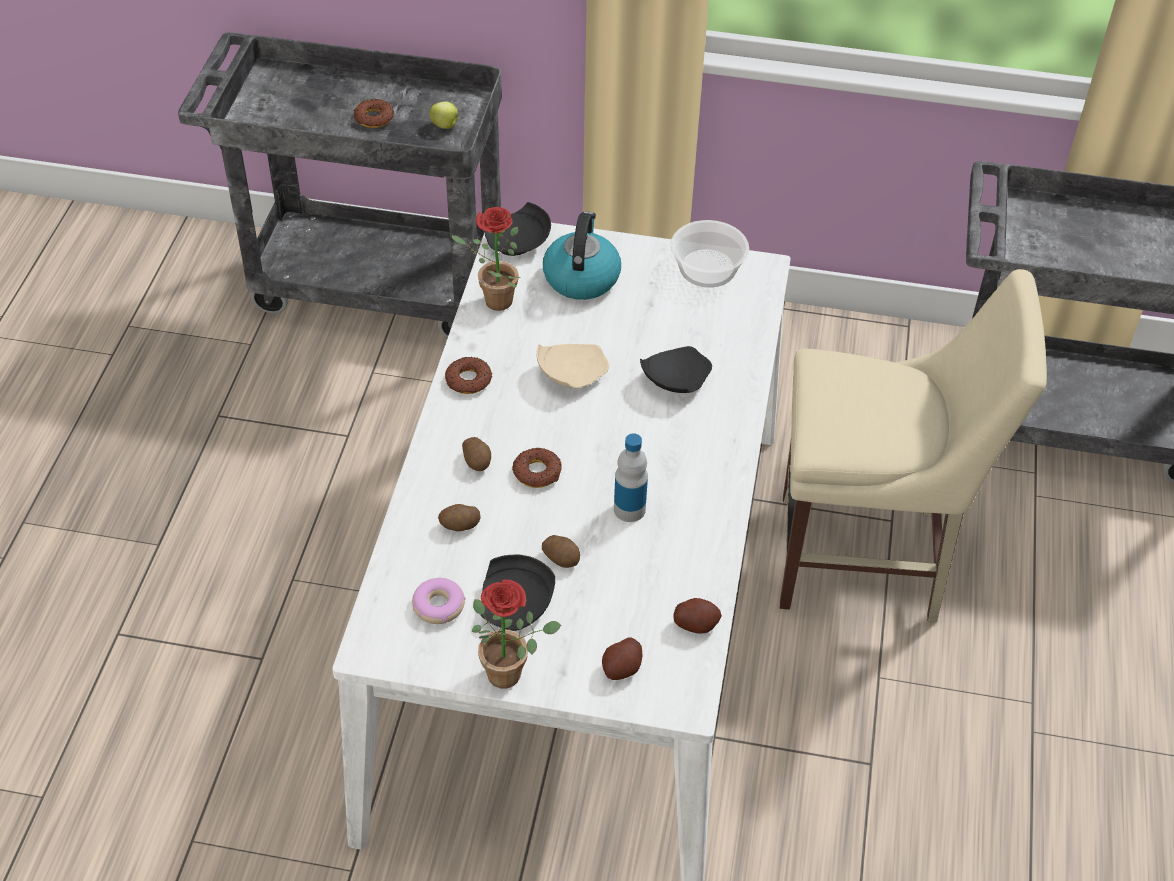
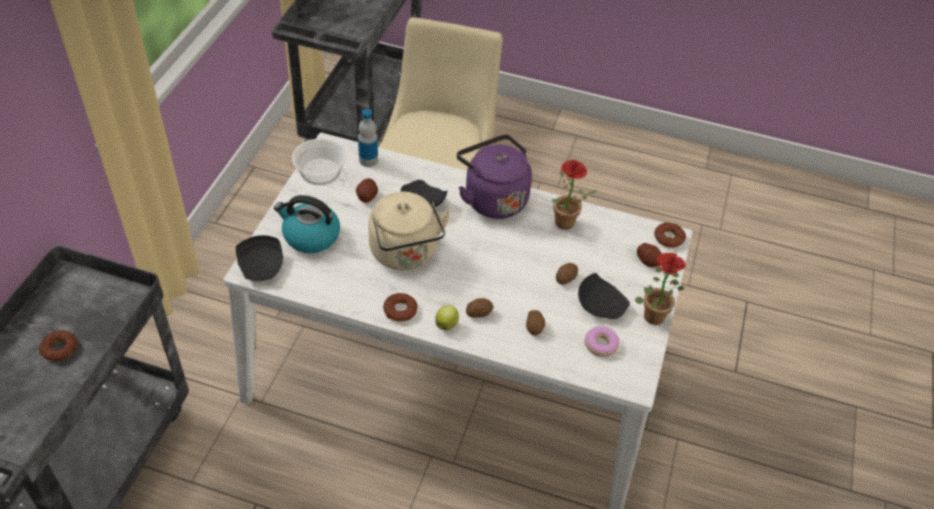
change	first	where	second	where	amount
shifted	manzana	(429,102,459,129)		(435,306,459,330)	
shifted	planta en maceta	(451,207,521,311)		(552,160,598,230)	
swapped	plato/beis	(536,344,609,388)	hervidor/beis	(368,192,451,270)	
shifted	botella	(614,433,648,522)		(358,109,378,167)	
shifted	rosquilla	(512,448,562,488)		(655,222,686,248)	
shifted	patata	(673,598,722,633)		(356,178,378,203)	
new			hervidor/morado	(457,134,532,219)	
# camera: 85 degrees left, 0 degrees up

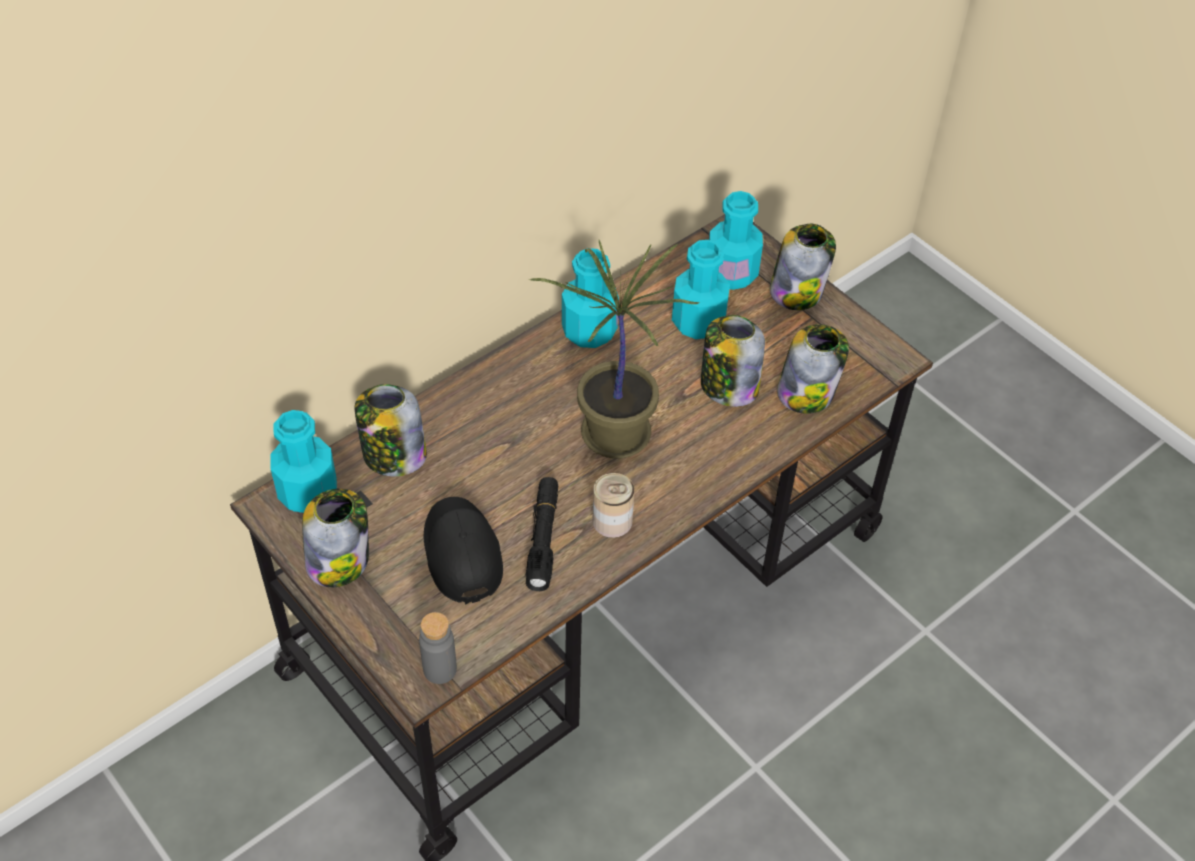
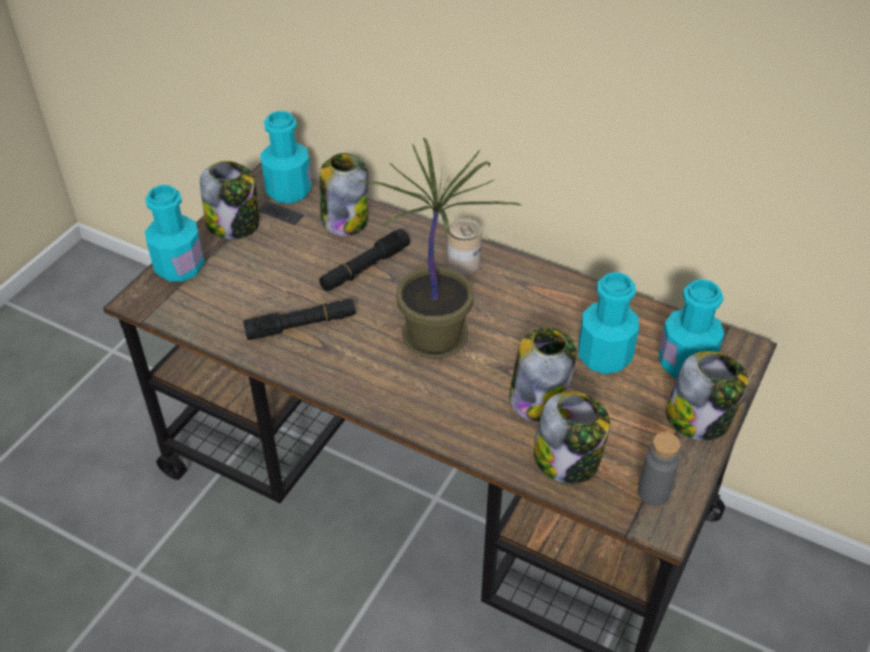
change	first	where	second	where	amount
shifted	botella/turquesa	(562,248,619,348)		(145,185,205,282)	
shifted	lata	(592,473,635,538)		(447,218,482,274)	
gone	gorra/negro	(424,497,503,604)			
shifted	botella/gris	(419,612,457,684)		(638,432,680,506)	
new			linterna/negro	(319,229,410,291)	
# camera: 70 degrees right, 5 degrees down

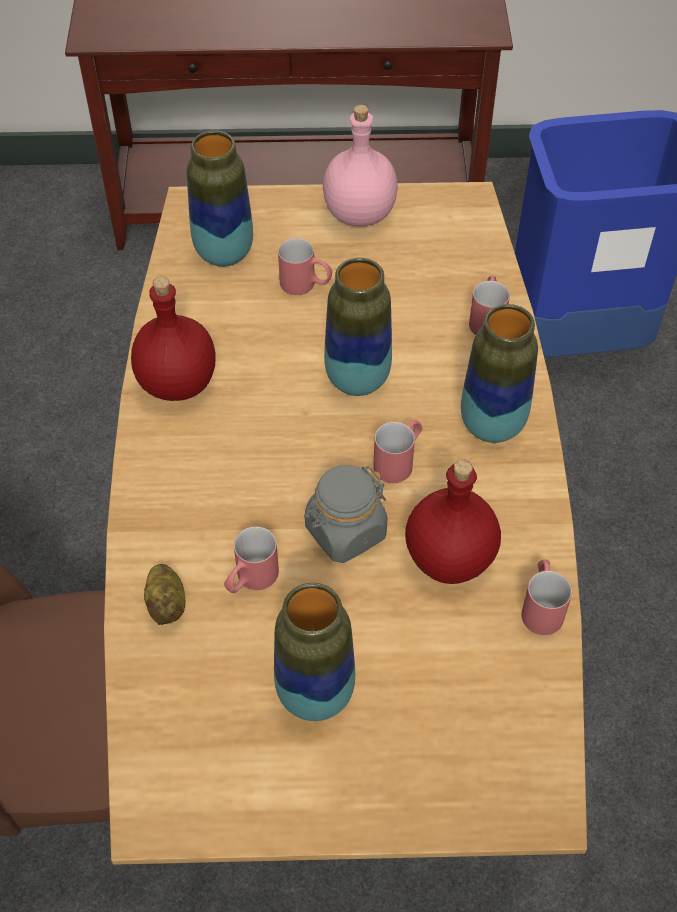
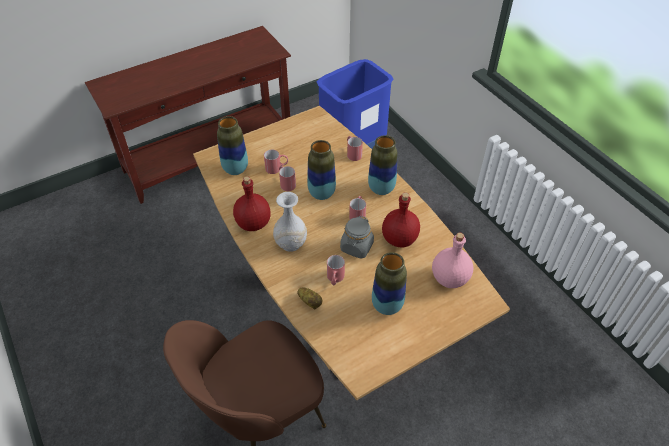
change	first	where	second	where	amount
shifted	botella/rosa	(323,105,398,226)		(432,233,473,288)	
shifted	taza grande/rojo	(521,559,572,635)		(279,165,296,191)	
new			florero/blanco	(273,192,307,252)	
# camera: 30 degrees left, 5 degrees down

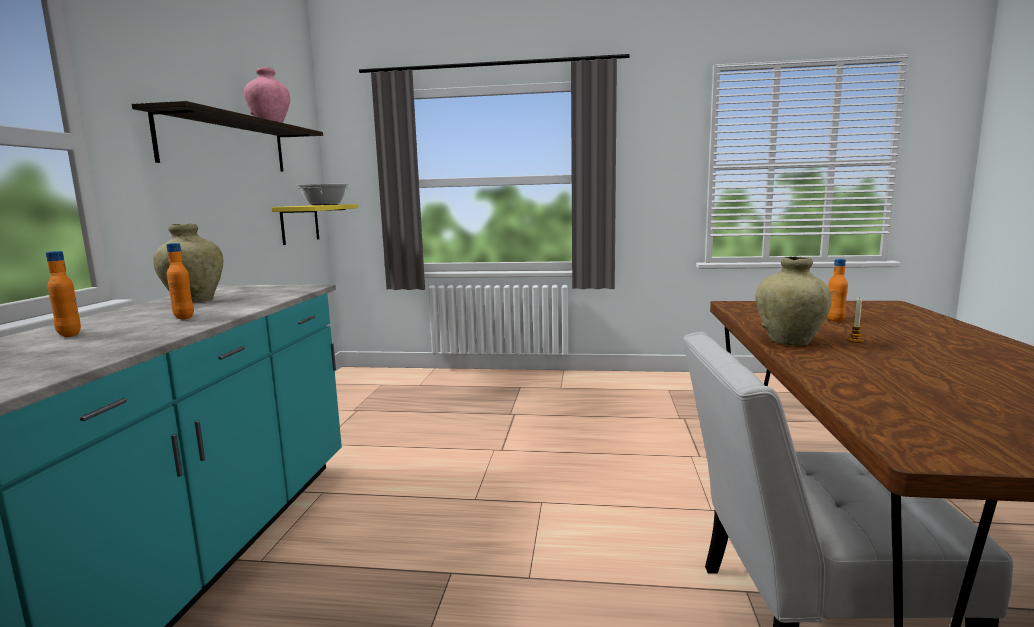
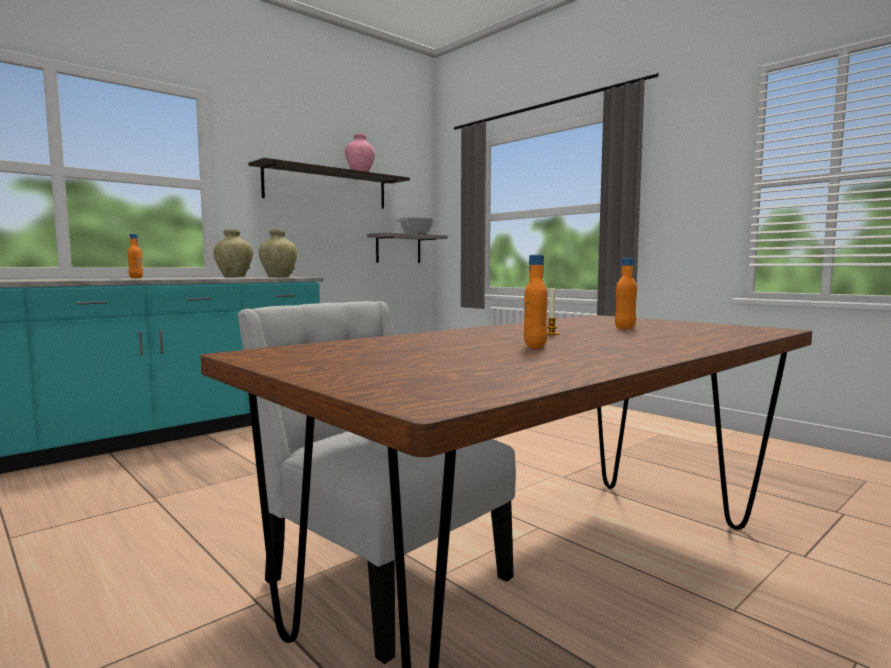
change	first	where	second	where	amount
repainted	estante/amarillo	(271,204,358,245)	estante/gris	(367,232,448,263)	
shifted	botella/naranja	(166,243,194,319)		(524,255,548,349)	
shifted	florero/beis	(756,256,832,346)		(259,229,297,277)	
# camera: 40 degrees right, 5 degrees down

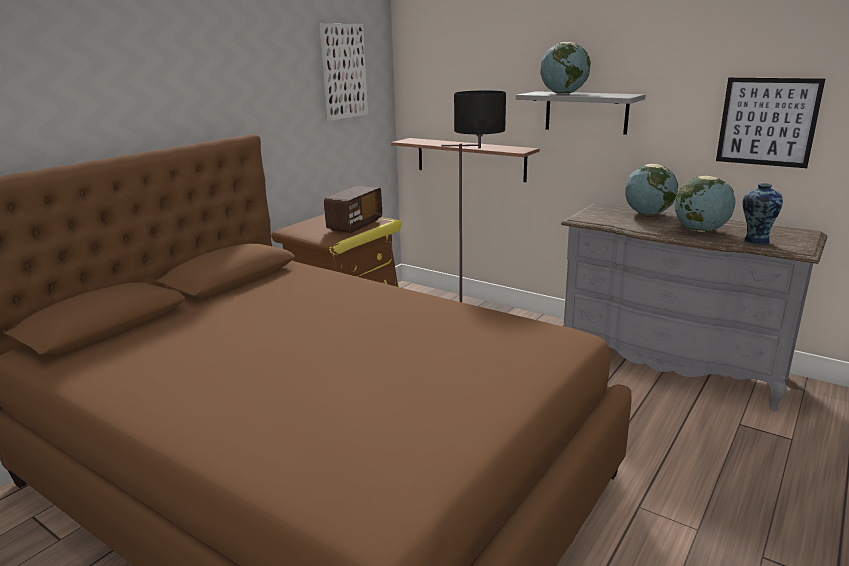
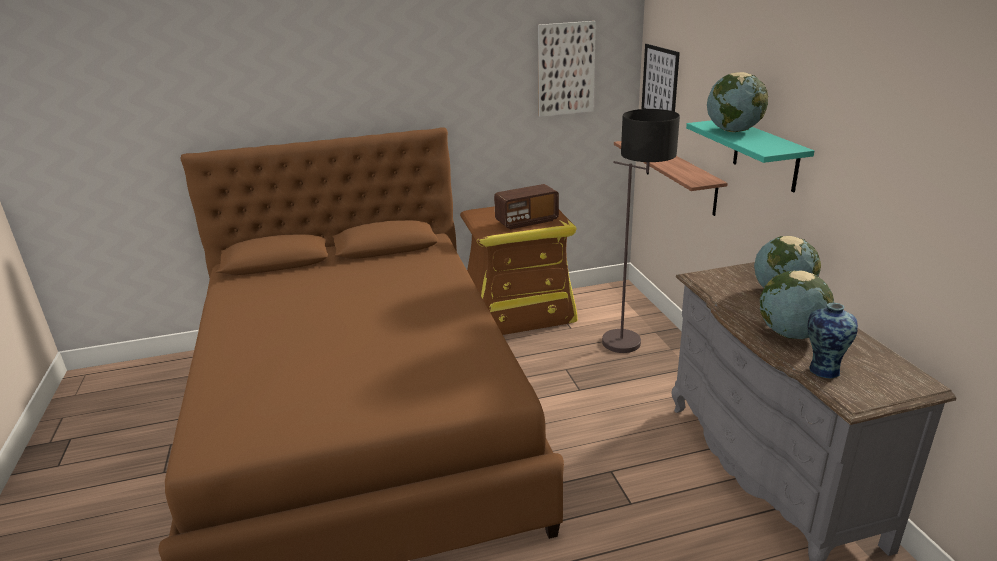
change	first	where	second	where	amount
shifted	cuadro	(716,77,825,168)		(641,44,680,112)	
repainted	estante/gris	(516,91,646,135)	estante/turquesa	(686,120,814,193)	
# camera: 40 degrees right, 5 degrees up

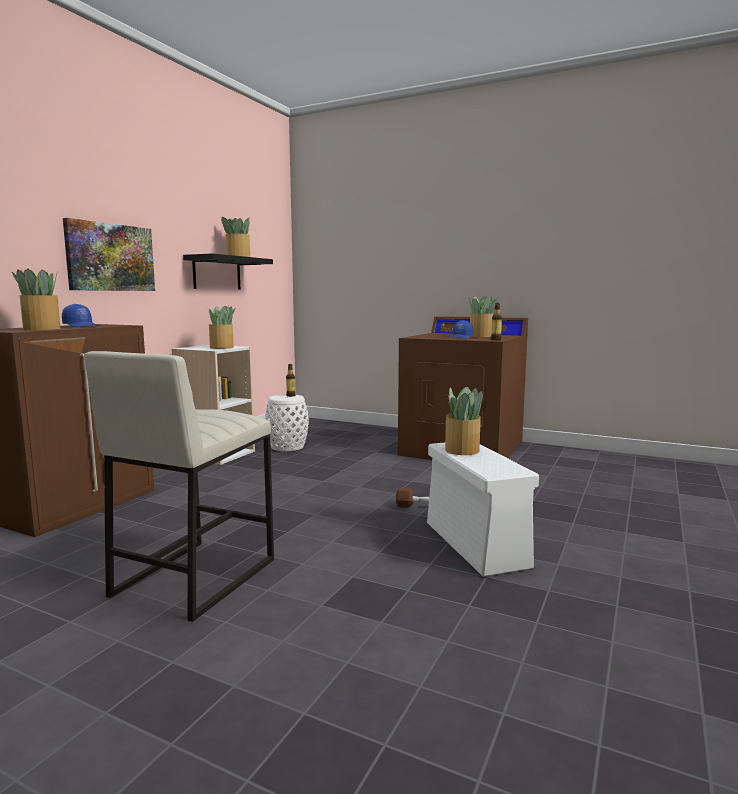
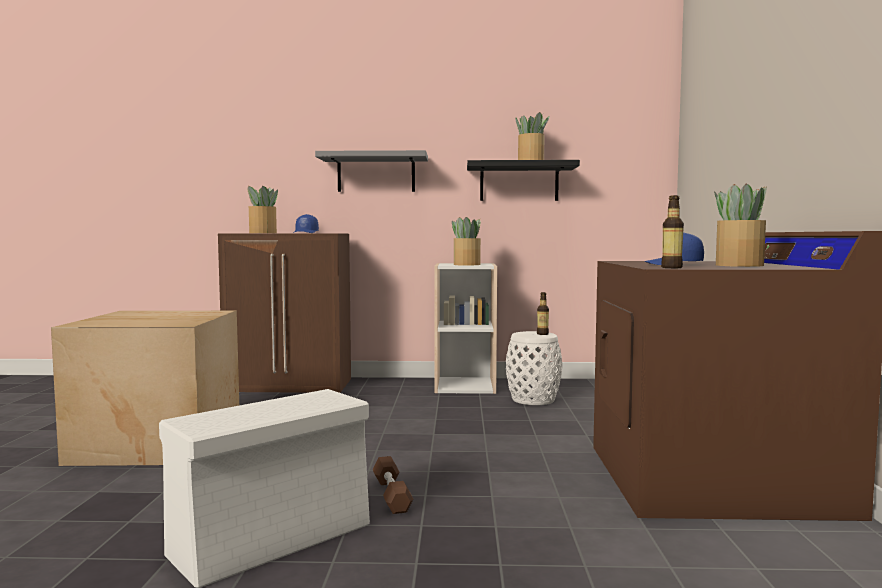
change	first	where	second	where	amount
swapped	cuadro	(63,218,155,291)	estante/gris	(315,150,428,192)	
swapped	taburete/beis	(84,351,274,622)	caja de cartón	(51,311,239,466)	
gone	planta en maceta	(445,387,483,455)			
# camera: 65 degrees right, 5 degrees down

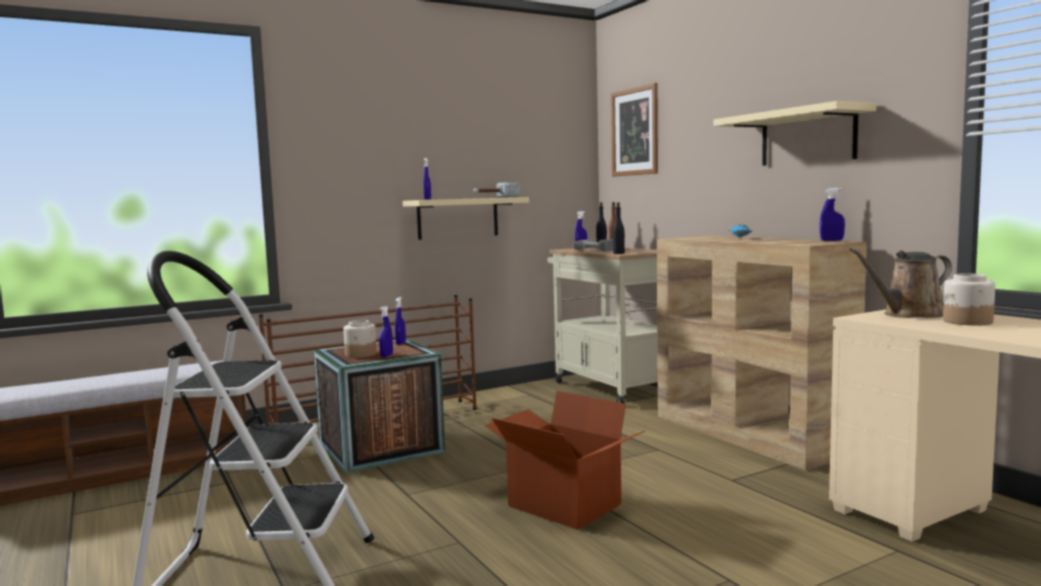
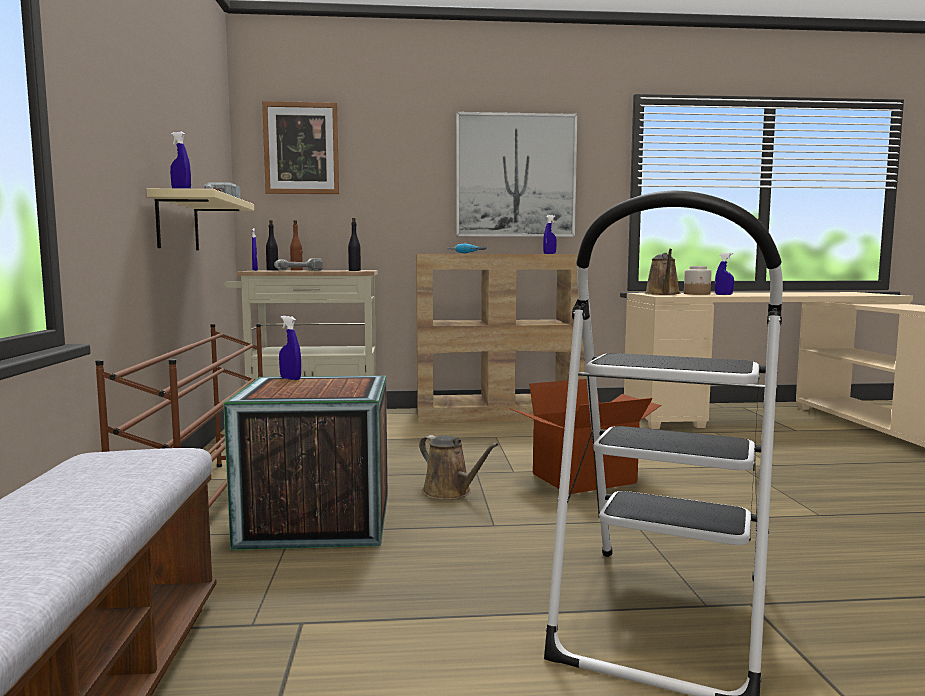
change	first	where	second	where	amount
swapped	estante/beis	(714,101,876,166)	cuadro	(456,112,577,237)	
shifted	pulverizador/azul	(379,306,393,357)		(715,253,734,295)	
gone	tarro	(343,320,377,358)			
new			regadera/marrón	(419,435,499,500)	
# camera: 65 degrees left, 0 degrees up

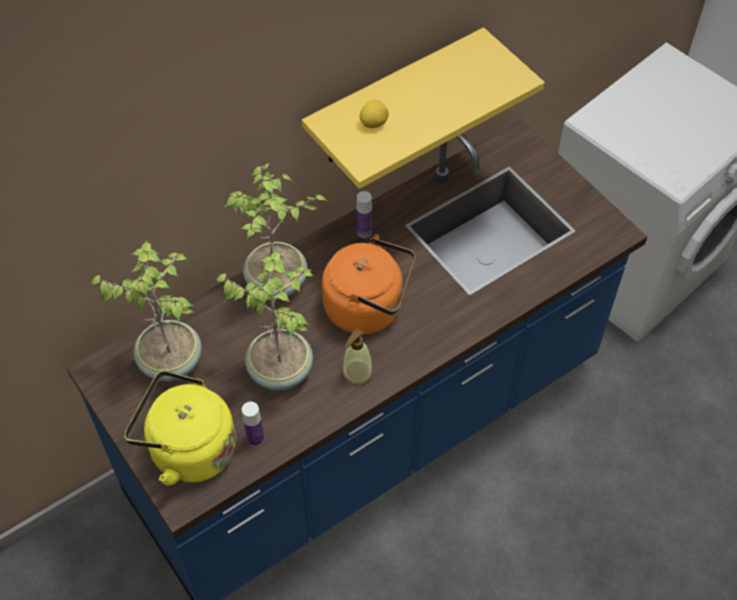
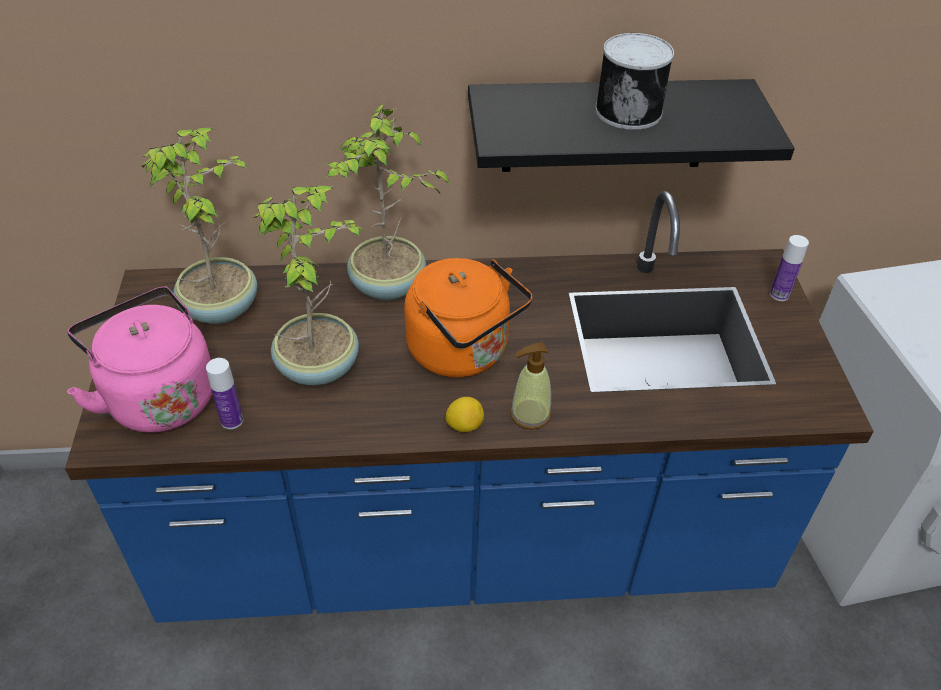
change	first	where	second	where	amount
repainted	estante/amarillo	(302,27,545,189)	estante/negro	(468,79,795,172)	
shifted	limón	(360,100,389,128)		(446,397,484,432)	
shifted	botella	(356,191,372,238)		(770,235,809,301)	
shifted	dispensador de jabón	(342,328,373,386)		(510,342,552,430)	
repainted	hervidor/amarillo	(124,370,236,486)	hervidor/rosa	(67,287,212,433)	
new			lata	(595,33,674,130)	
# camera: 30 degrees right, 10 degrees down

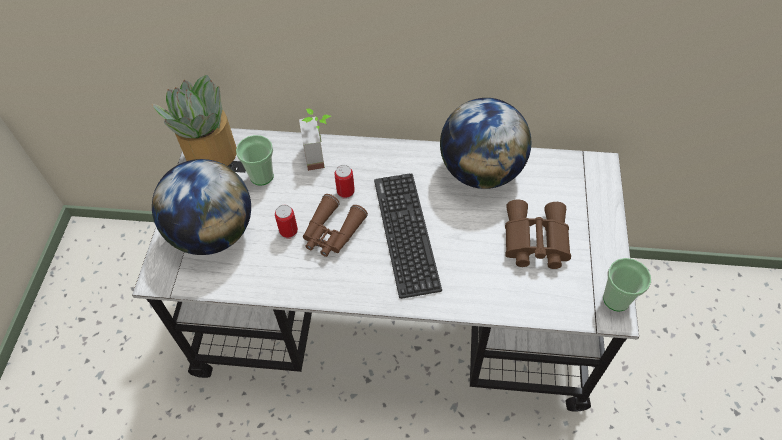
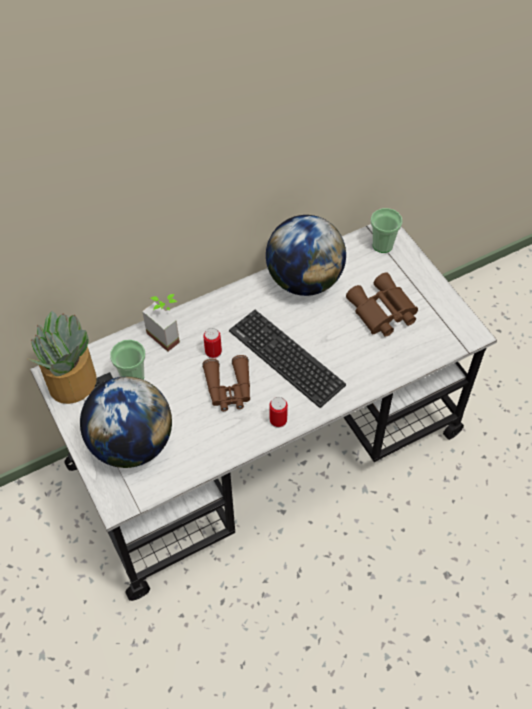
change	first	where	second	where	amount
shifted	lata	(275,205,298,239)		(270,397,288,428)	
shifted	taza	(603,258,651,312)		(371,208,403,253)	
# camera: 35 degrees left, 0 degrees up

